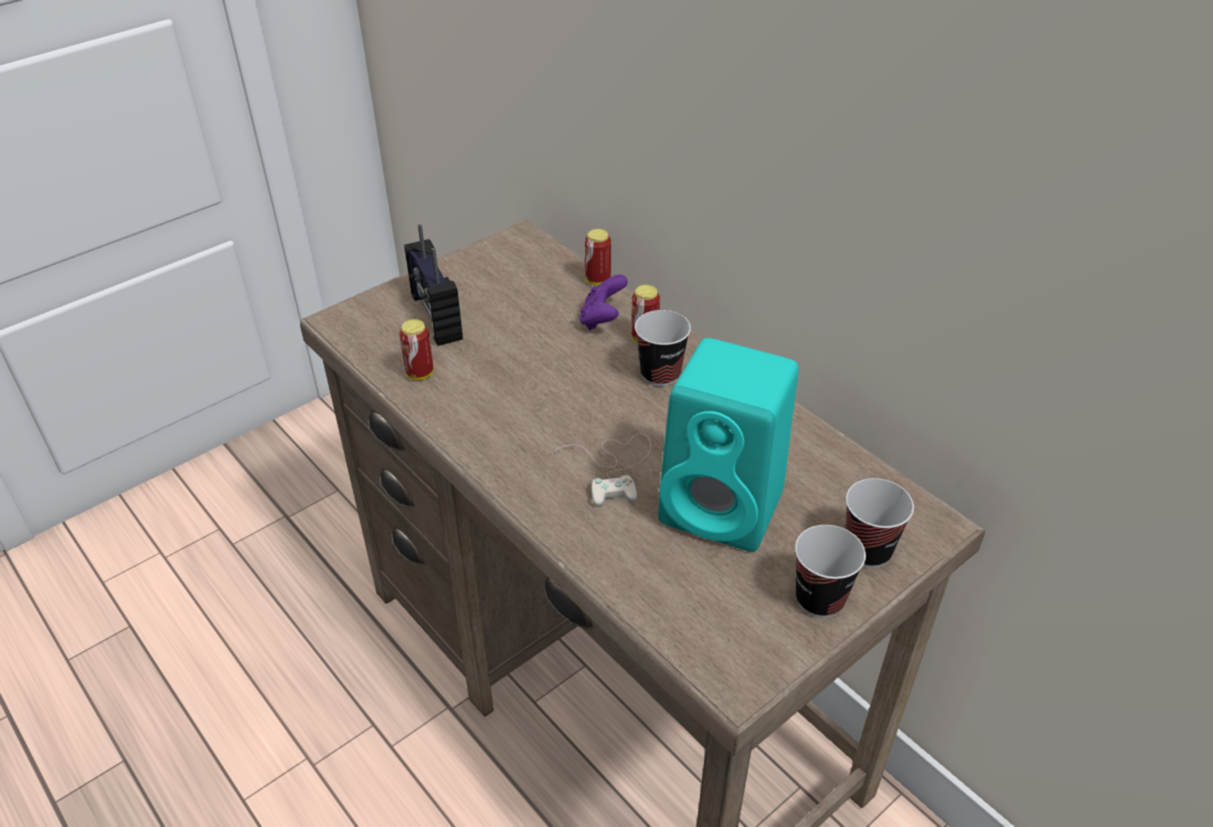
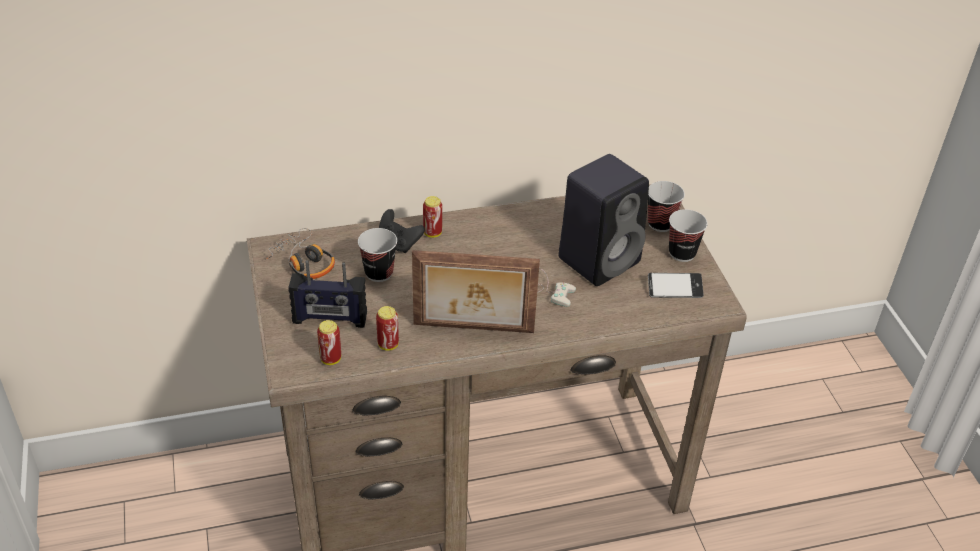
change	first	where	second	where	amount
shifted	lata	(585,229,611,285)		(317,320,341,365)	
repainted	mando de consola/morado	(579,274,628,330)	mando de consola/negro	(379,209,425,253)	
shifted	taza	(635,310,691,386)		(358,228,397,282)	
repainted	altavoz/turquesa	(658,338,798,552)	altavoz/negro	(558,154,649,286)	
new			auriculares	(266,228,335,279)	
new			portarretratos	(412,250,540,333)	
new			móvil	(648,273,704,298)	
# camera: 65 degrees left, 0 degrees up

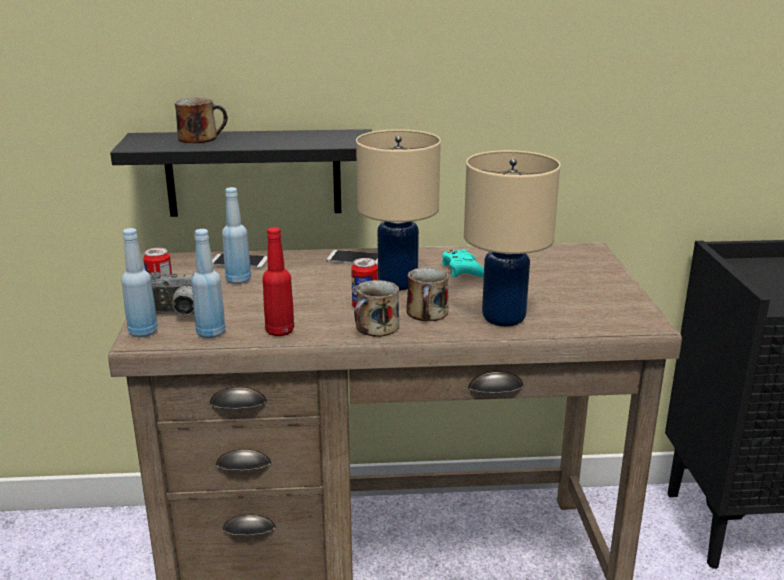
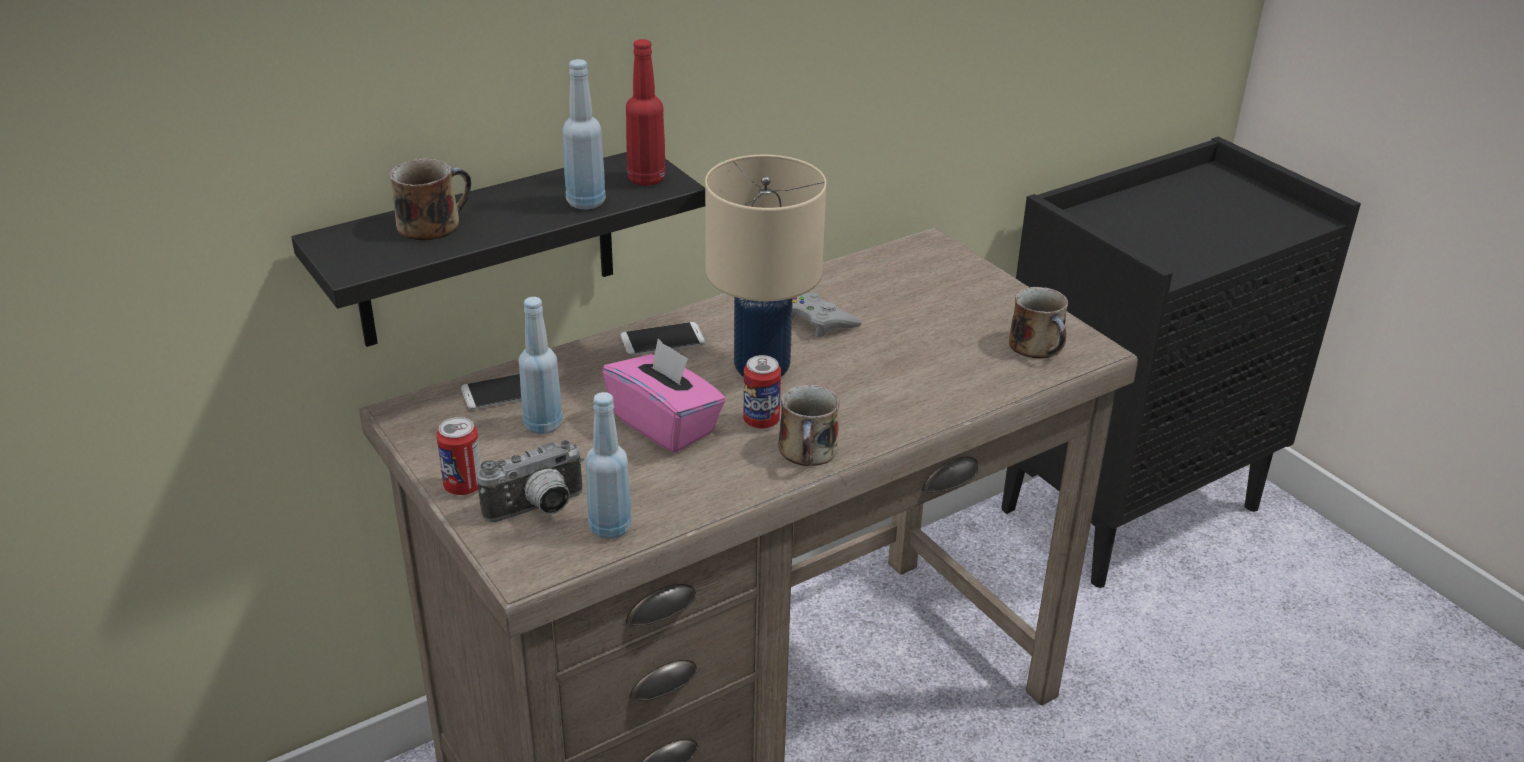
change	first	where	second	where	amount
gone	lámpara de mesa/beis	(464,150,560,327)			
shifted	botella/rojo	(263,227,294,336)		(626,39,666,185)	
shifted	botella/azul	(121,228,158,338)		(562,59,606,209)	
repainted	mando de consola/turquesa	(442,249,484,277)	mando de consola/gris	(792,293,862,338)	
shifted	taza grande	(406,267,449,321)		(1009,287,1068,358)	
new			caja de pañuelos/rosa	(602,338,726,453)	
# camera: 30 degrees left, 10 degrees up

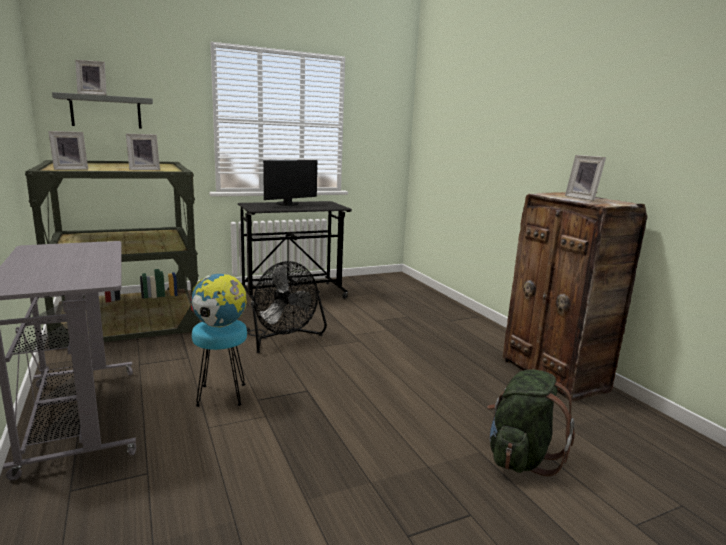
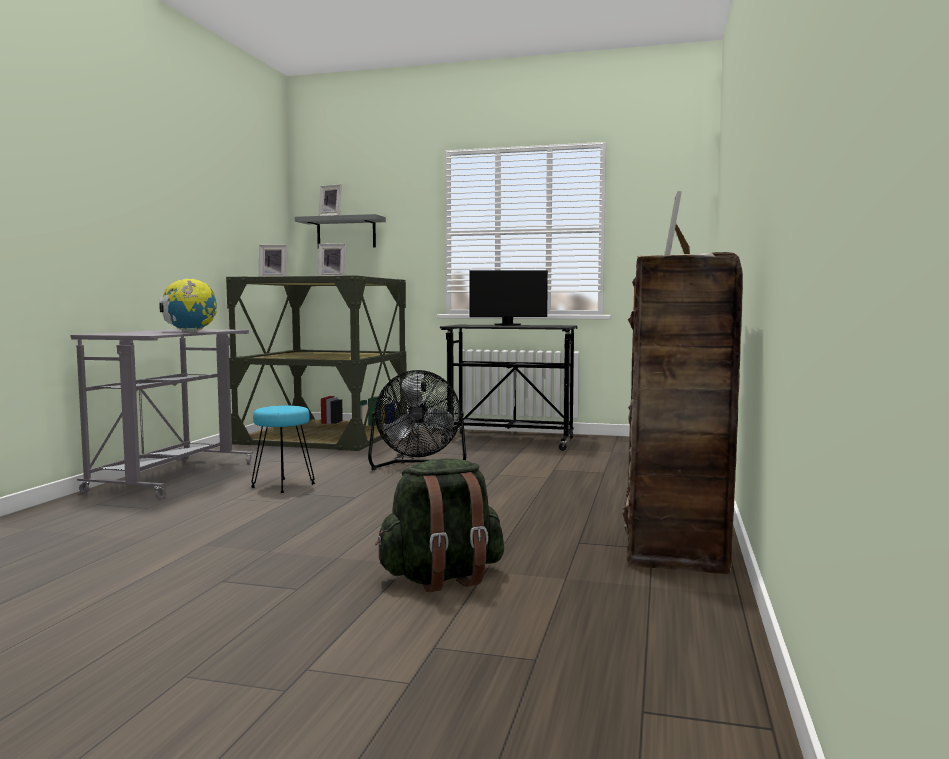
change	first	where	second	where	amount
shifted	globo terráqueo	(191,274,247,327)		(159,279,217,332)	
# camera: 40 degrees right, 10 degrees down

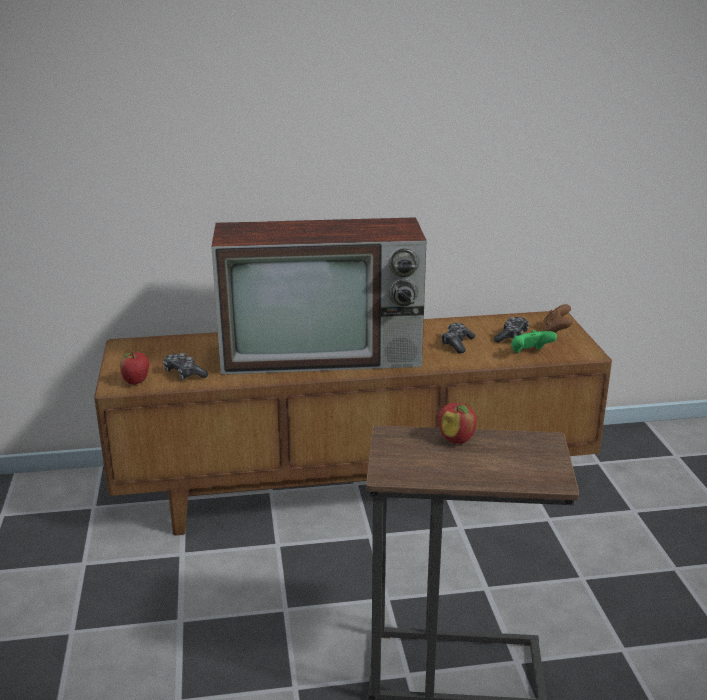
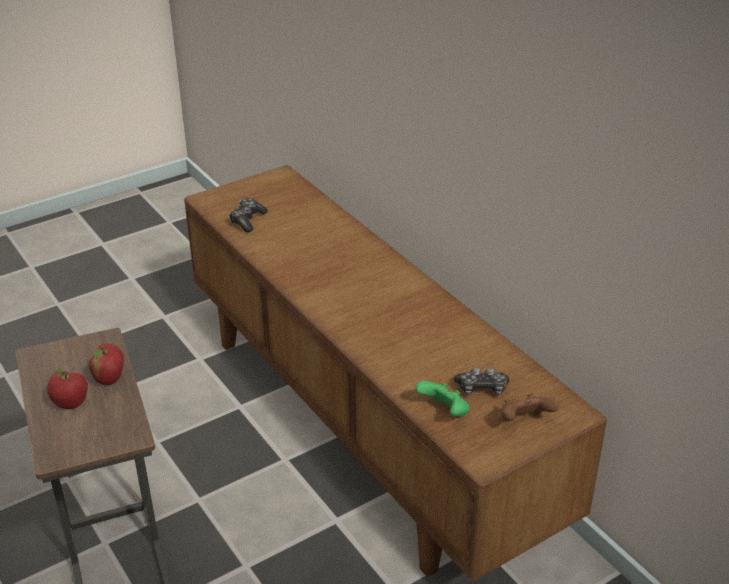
change	first	where	second	where	amount
gone	televisor	(211,217,426,375)			
gone	mando de consola	(441,323,475,353)			
shifted	manzana	(120,351,149,385)		(47,368,88,409)	
# camera: 65 degrees right, 10 degrees up

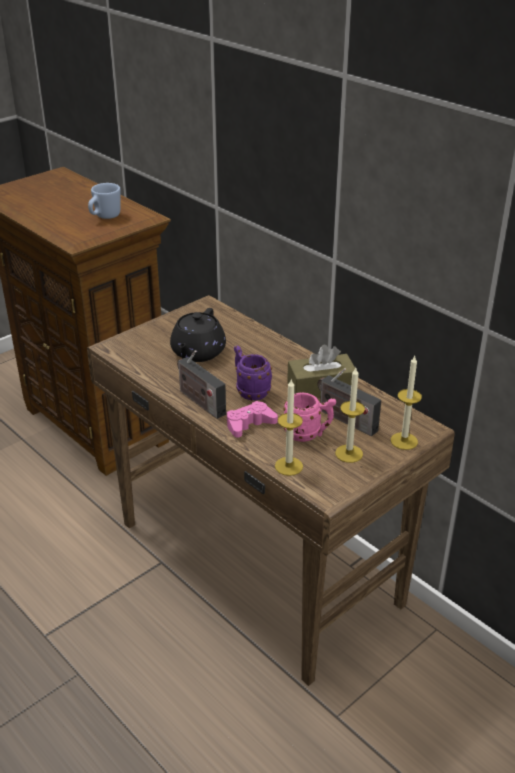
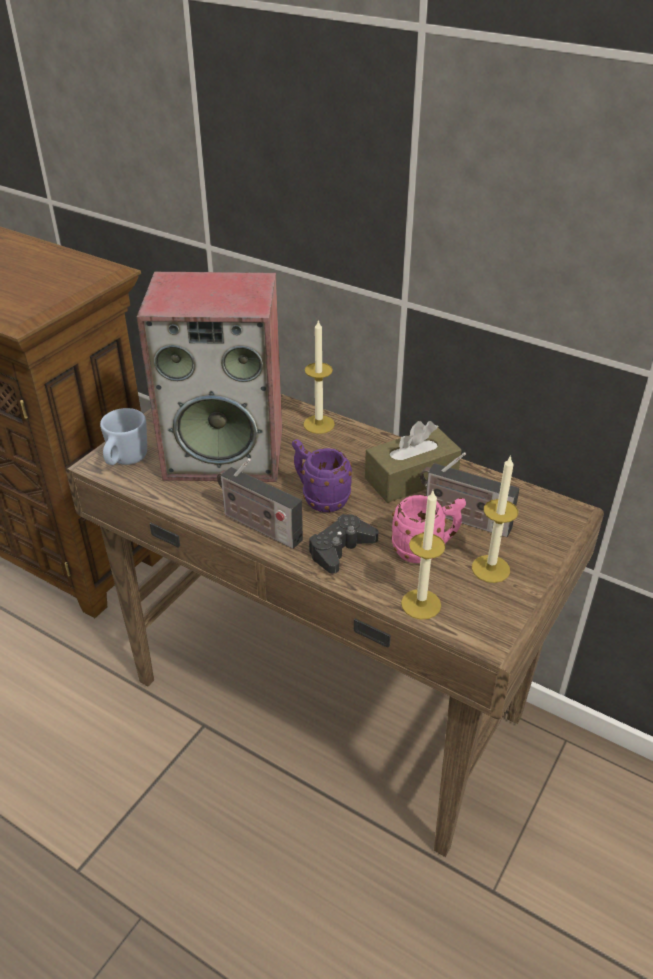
change	first	where	second	where	amount
shifted	taza grande/azul	(88,183,121,219)		(100,408,147,465)	
swapped	tetera/negro	(170,308,226,362)	altavoz	(137,272,282,482)	
shifted	vela	(391,356,422,450)		(303,319,335,434)	
repainted	mando de consola/rosa	(227,401,278,438)	mando de consola/negro	(309,514,378,574)	
# camera: 15 degrees left, 5 degrees up

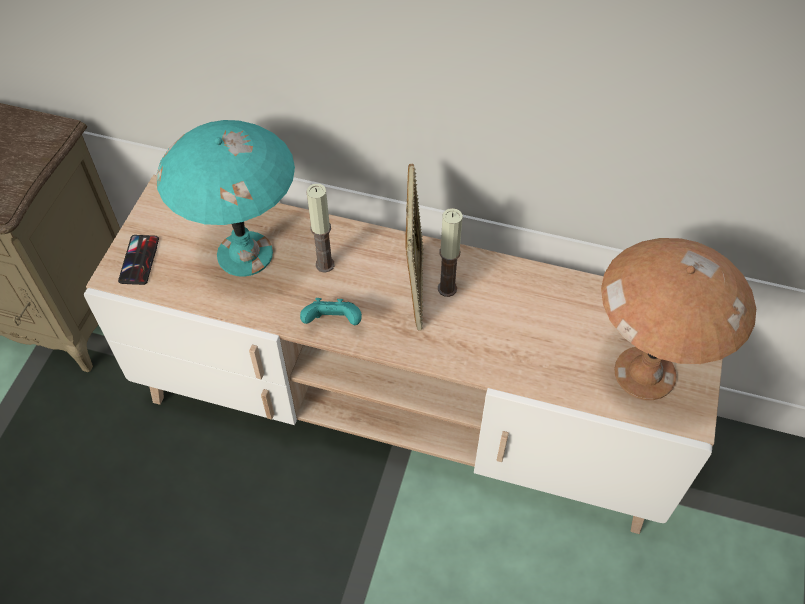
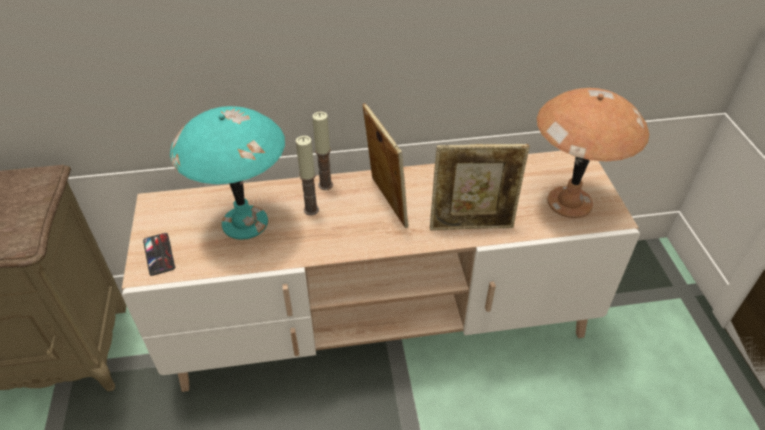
change	first	where	second	where	amount
shifted	vela	(438,208,463,297)		(312,112,333,190)	
gone	mando de consola/turquesa	(300,298,362,325)			
new			portarretratos	(430,144,530,230)	
# camera: 25 degrees left, 10 degrees down

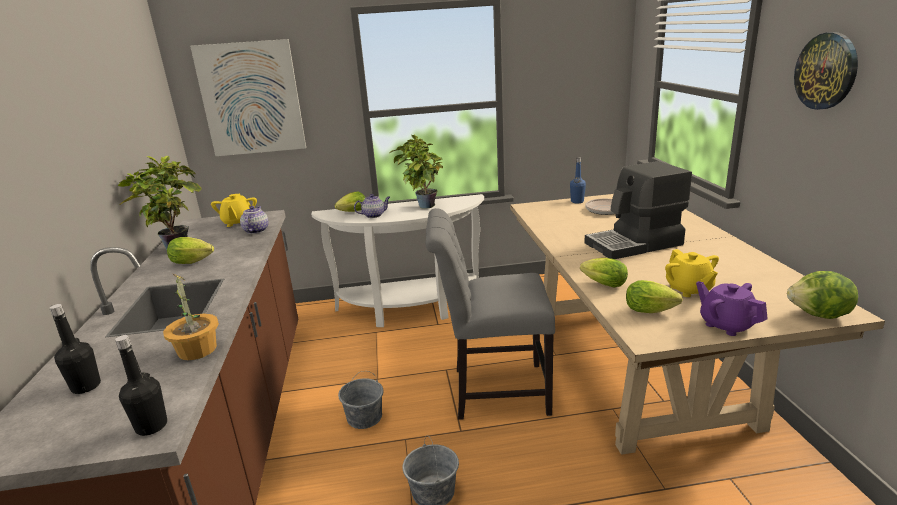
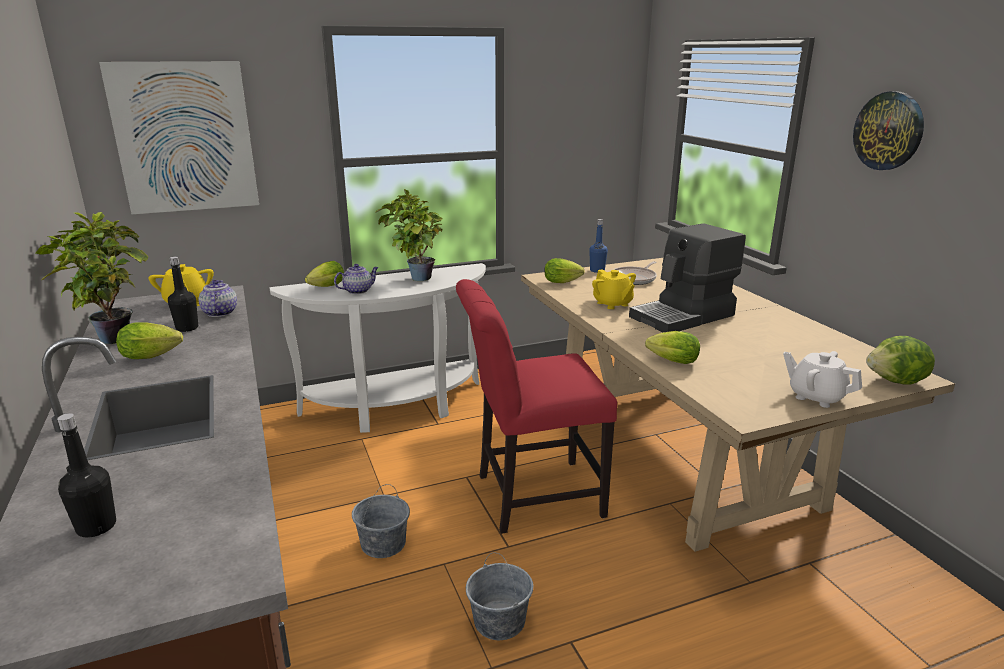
change	first	where	second	where	amount
repainted	silla/gris	(425,208,555,420)	silla/rojo	(456,279,617,534)	
shifted	tetera/amarillo	(665,249,719,297)		(592,269,636,309)	
gone	planta en maceta	(163,274,219,361)			
shifted	lechuga	(626,280,683,313)		(544,258,585,283)	
repainted	tetera/morado	(696,281,768,336)	tetera/blanco	(783,351,862,408)	
shifted	botella/negro	(115,335,167,436)		(168,256,198,332)	
# camera: 15 degrees left, 0 degrees up

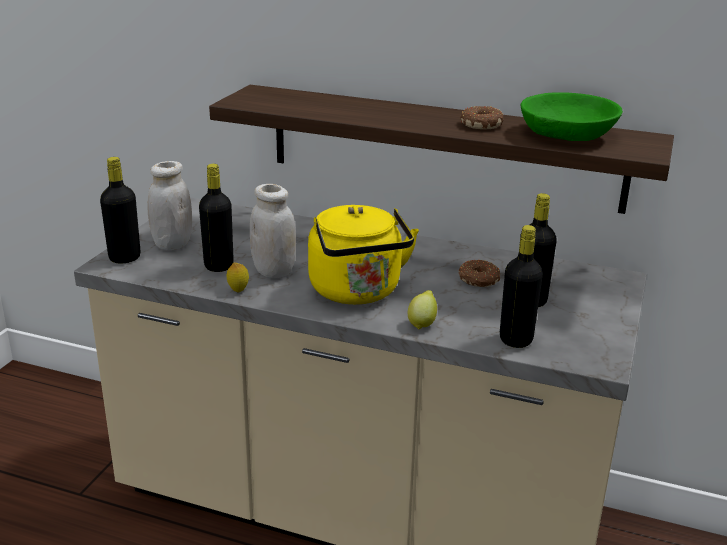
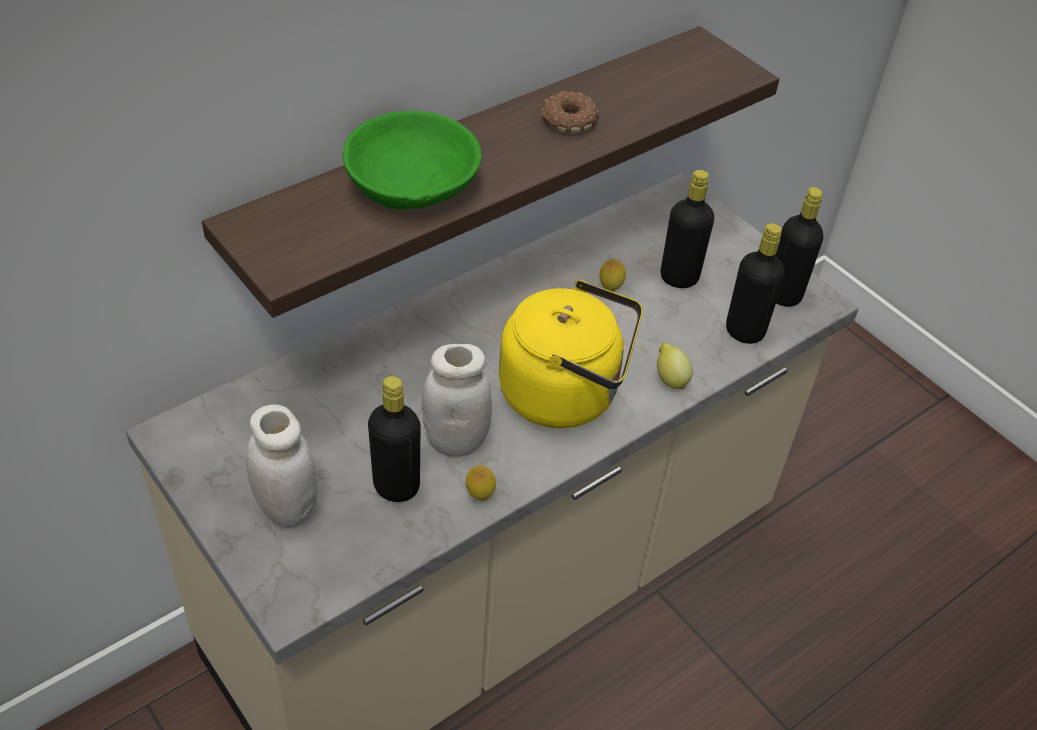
change	first	where	second	where	amount
shifted	cuenco/verde	(521,92,623,141)		(343,110,482,210)	
shifted	botella/negro	(100,157,140,263)		(776,187,823,307)	
swapped	rosquilla	(459,260,500,287)	limón	(600,259,626,292)	
# camera: 60 degrees left, 20 degrees up

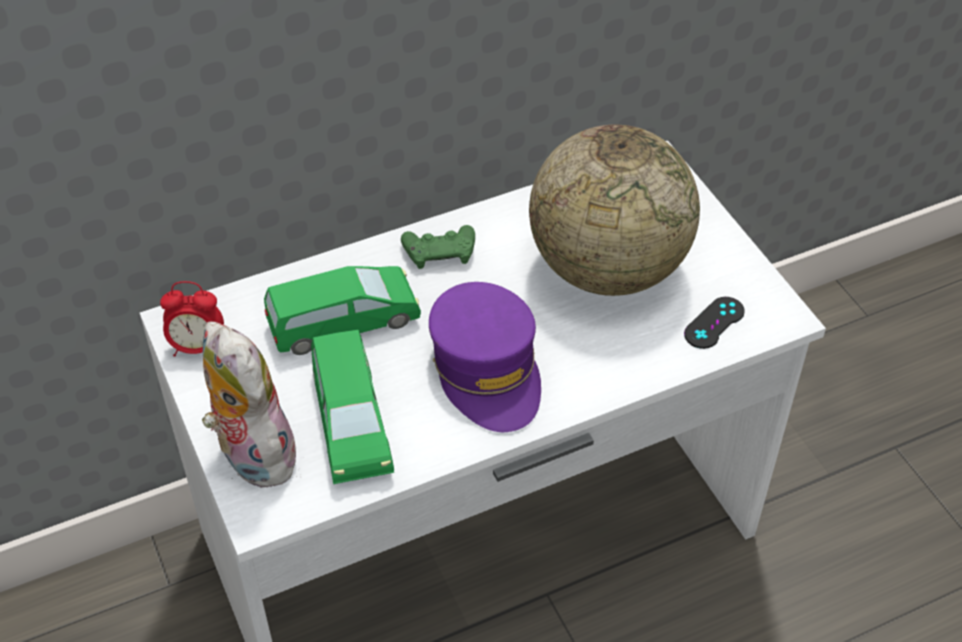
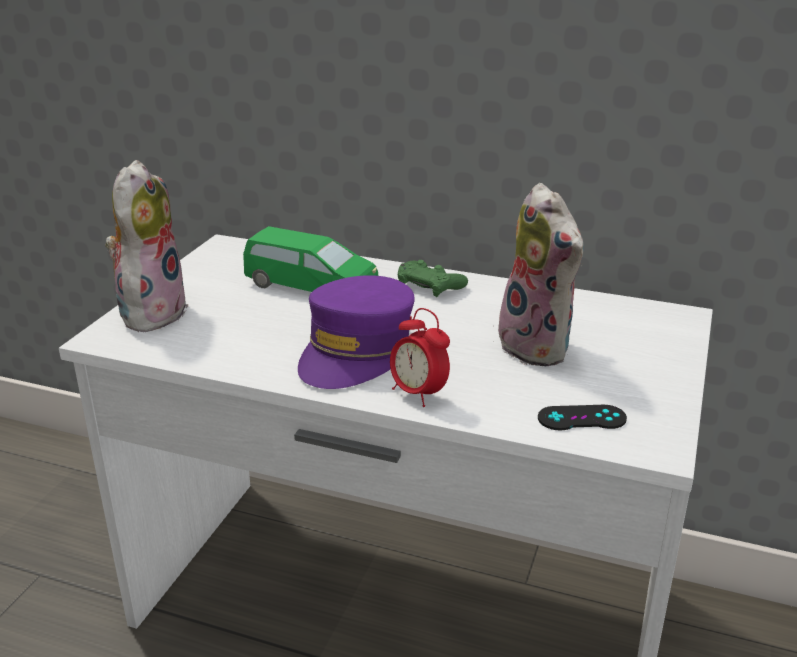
change	first	where	second	where	amount
swapped	globo terráqueo	(529,124,700,296)	peluche	(498,183,584,366)	
shifted	despertador	(160,281,224,357)		(390,308,450,407)	
gone	coche de juguete/verde	(311,330,394,484)			
# camera: 45 degrees right, 20 degrees down

